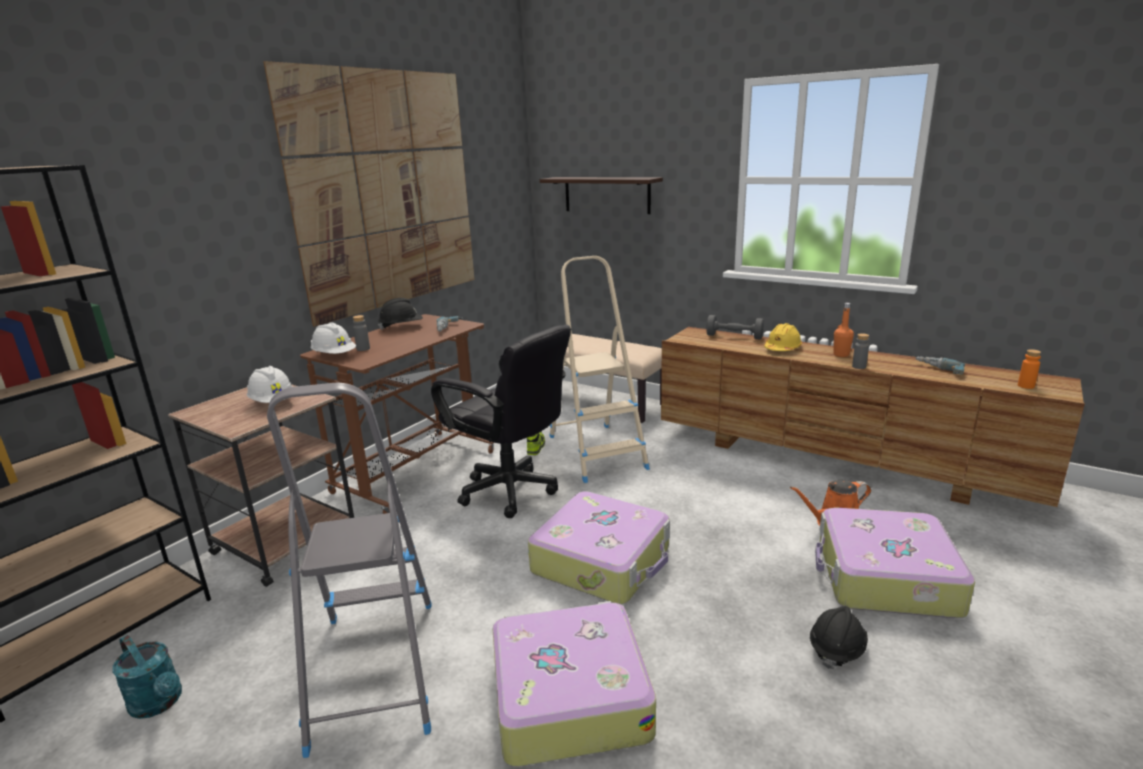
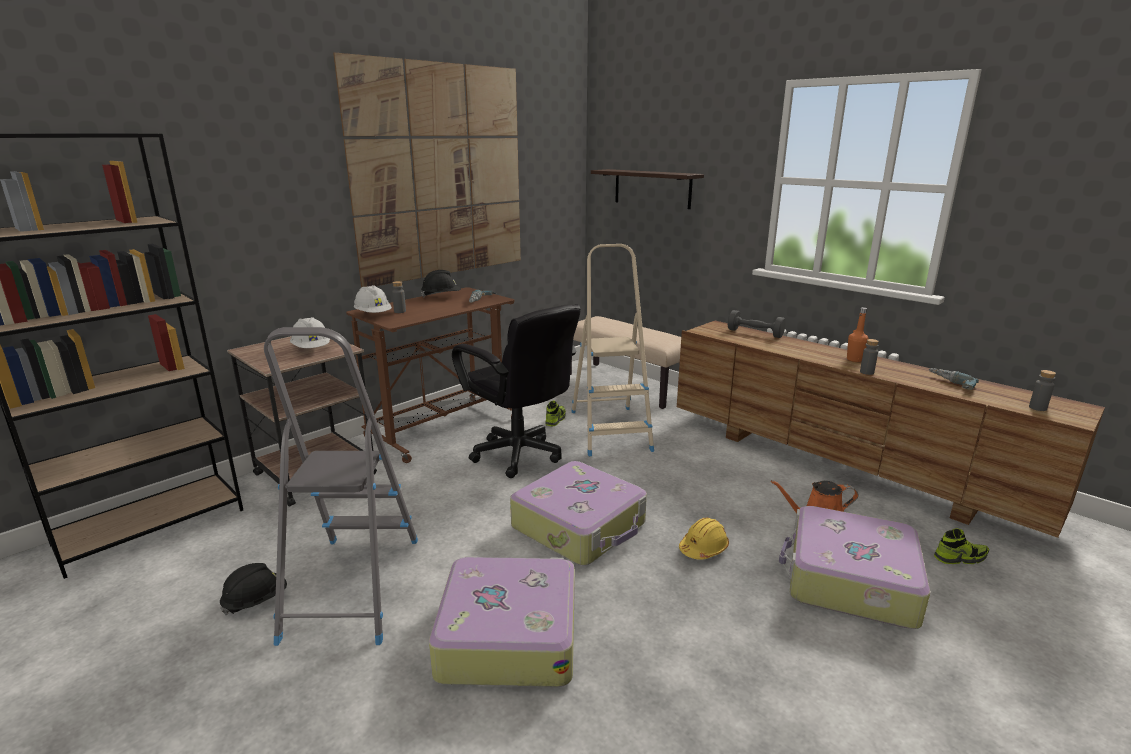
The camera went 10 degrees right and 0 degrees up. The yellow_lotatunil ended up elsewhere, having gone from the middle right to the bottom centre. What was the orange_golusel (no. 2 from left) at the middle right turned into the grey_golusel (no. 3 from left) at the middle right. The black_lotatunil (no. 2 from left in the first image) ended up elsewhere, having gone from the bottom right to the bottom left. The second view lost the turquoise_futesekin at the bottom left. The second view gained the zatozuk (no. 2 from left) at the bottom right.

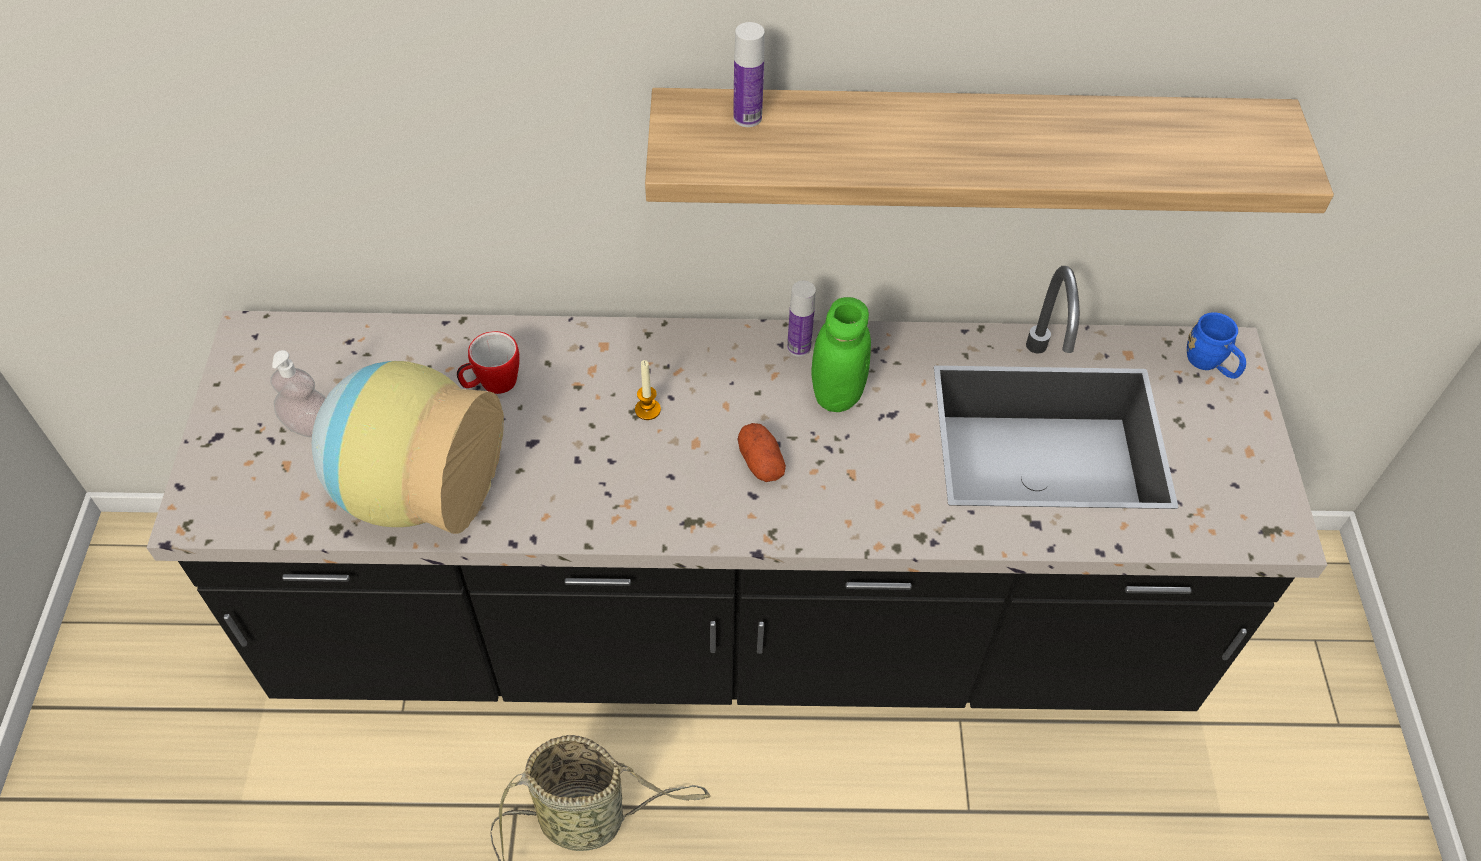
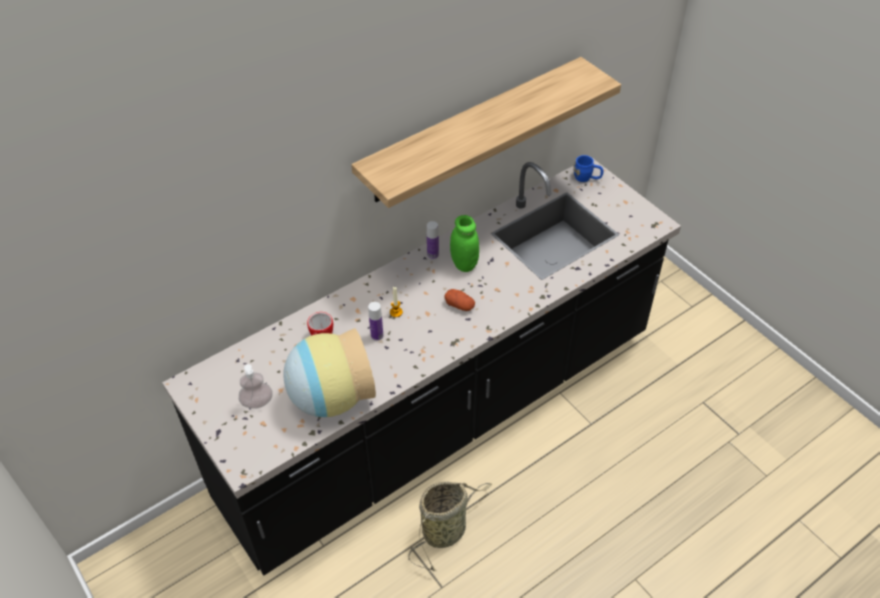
The camera went 35 degrees left and 5 degrees down. The golusel (no. 1 from left) ended up elsewhere, having gone from the top centre to the centre.

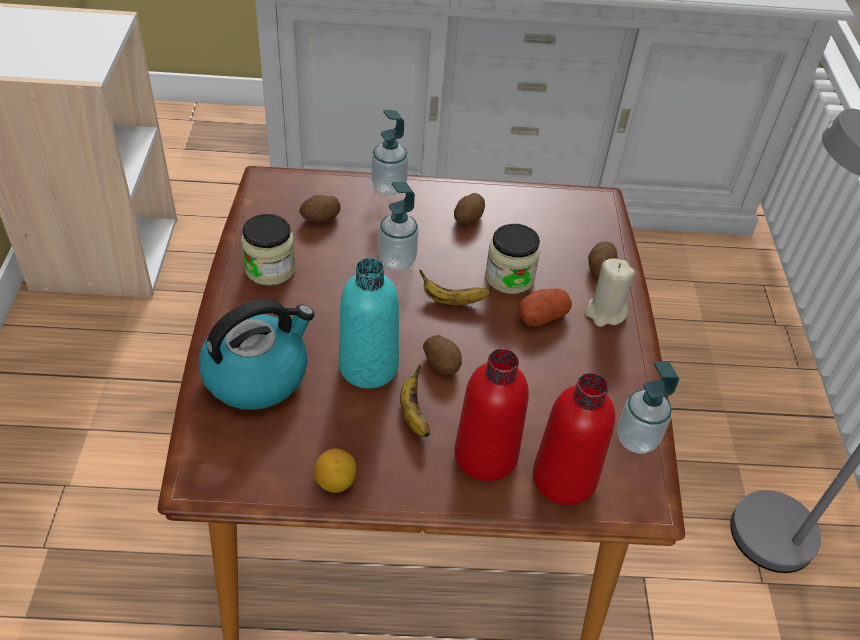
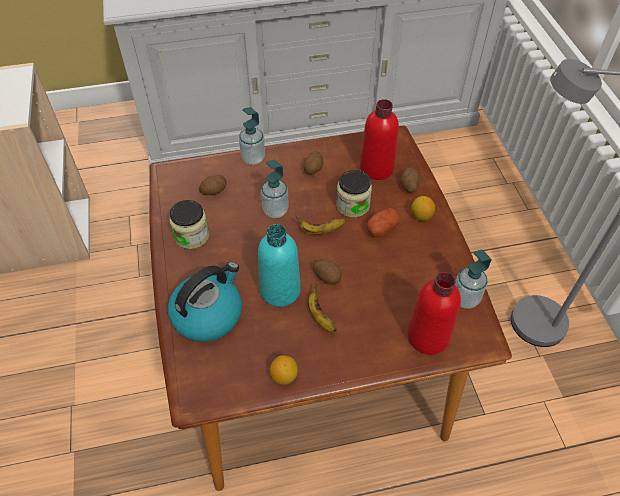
The camera went 10 degrees left and 5 degrees up. Where the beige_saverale stood at the middle right, the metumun (no. 2 from left) came to stand at the middle right. The red_golusel (no. 1 from left) ended up elsewhere, having gone from the centre to the top centre.

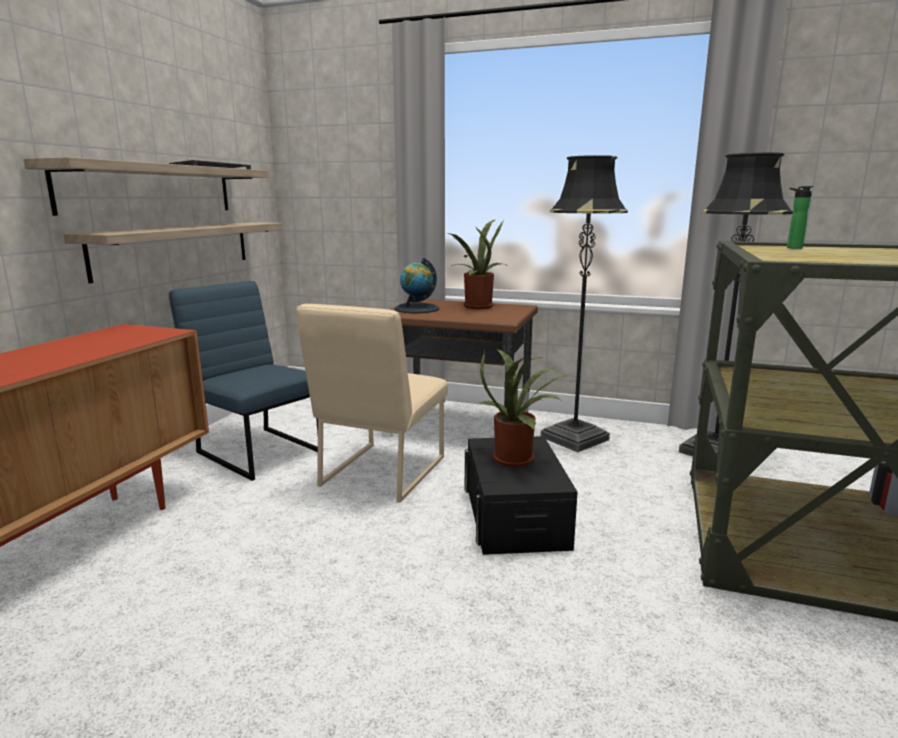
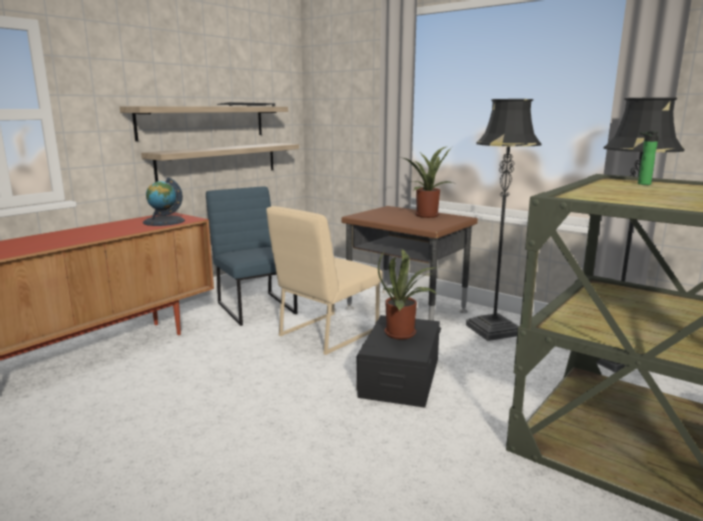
The camera went 20 degrees right and 0 degrees up. The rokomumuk ended up elsewhere, having gone from the centre to the middle left.

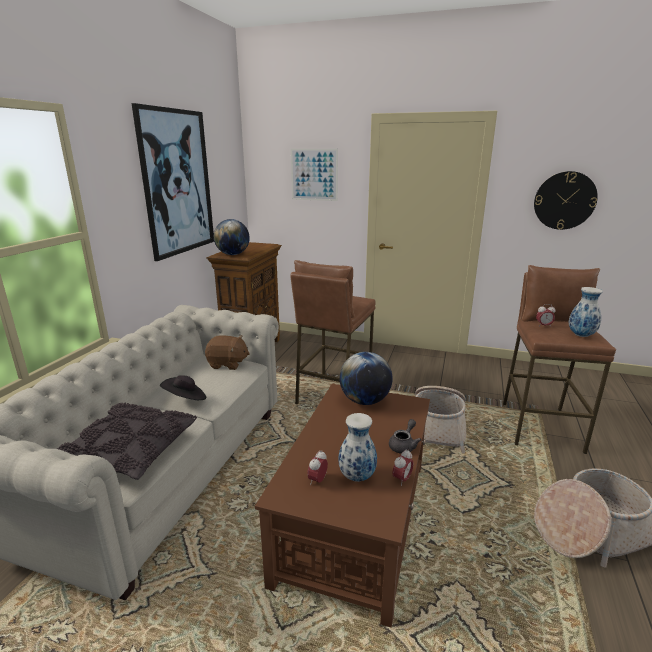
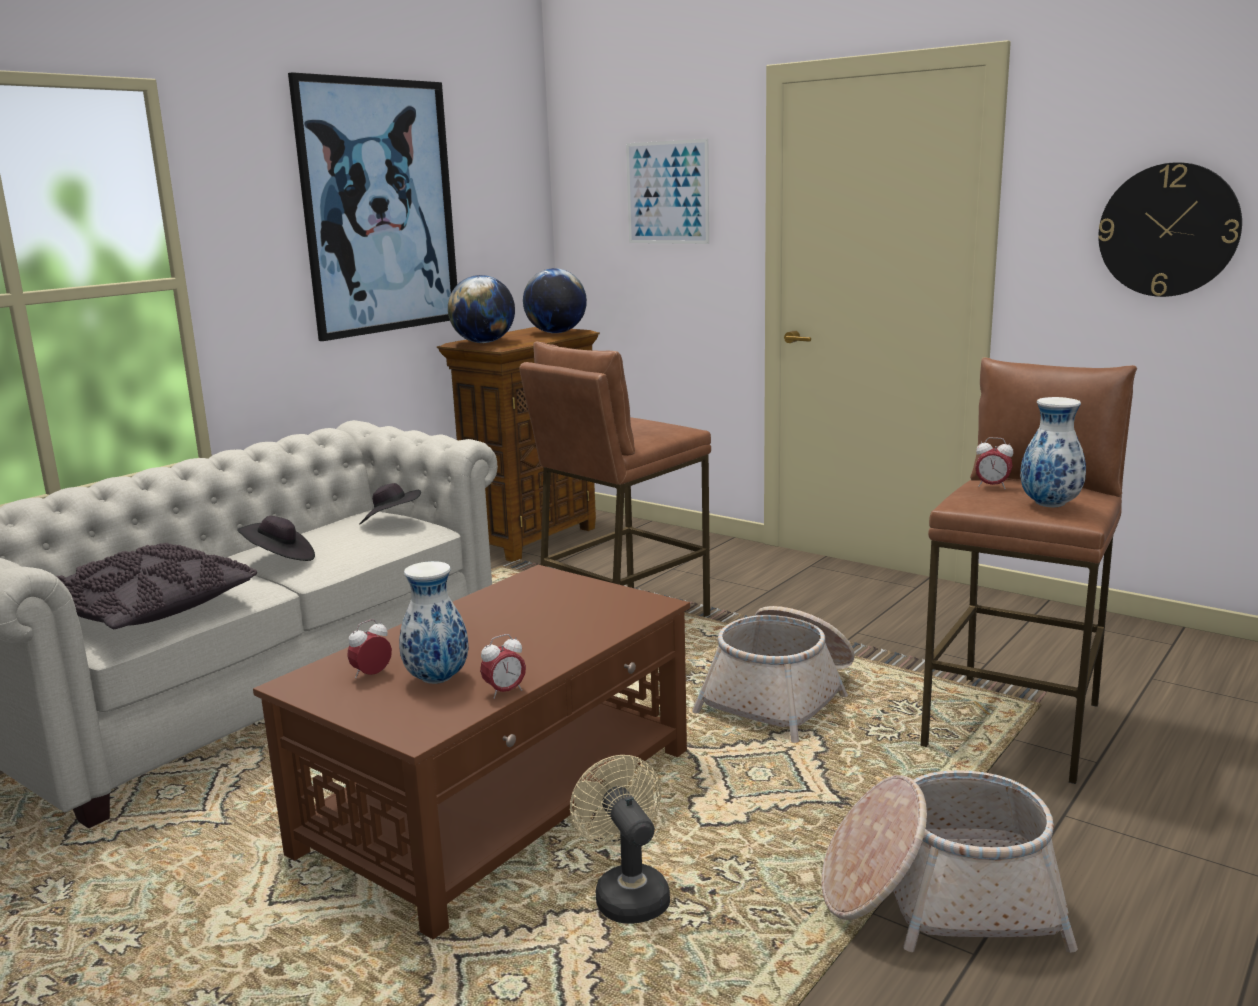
The camera went 20 degrees right and 5 degrees down. Where the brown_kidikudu stood at the centre, the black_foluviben (no. 2 from left) came to stand at the middle left. The rokomumuk (no. 2 from left) ended up elsewhere, having gone from the centre to the top centre. The second view lost the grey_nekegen at the bottom centre. The second view gained the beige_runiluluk at the bottom centre.

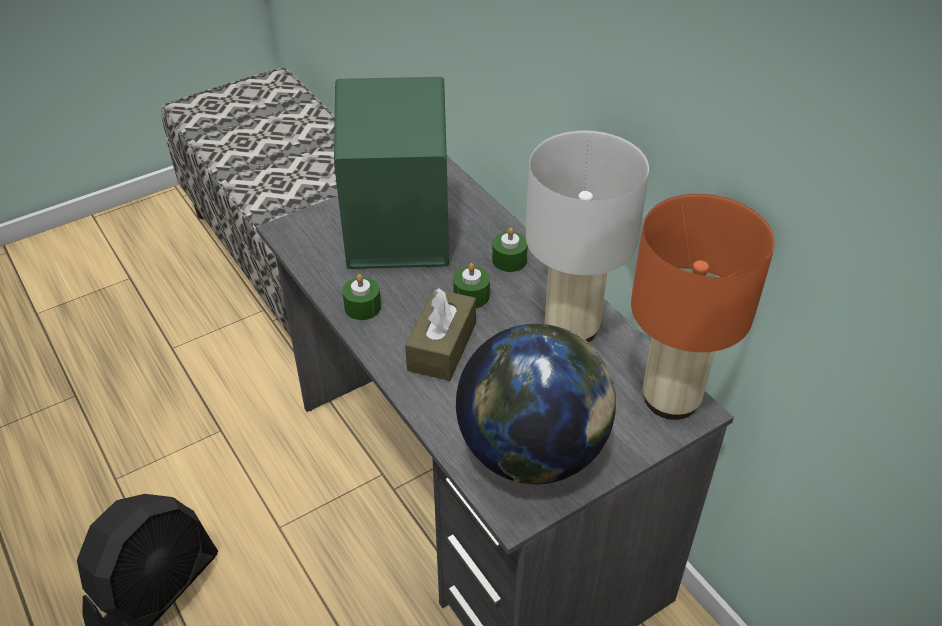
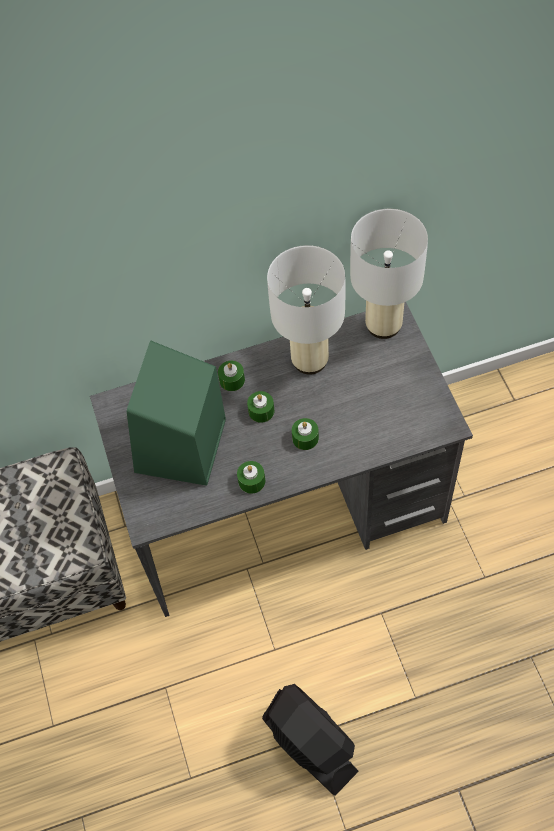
The camera went 70 degrees left and 15 degrees up. What was the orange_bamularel at the middle right turned into the white_bamularel (no. 2 from left) at the top right. Where the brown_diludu stood at the centre, the green_saverale (no. 4 from left) came to stand at the centre. The second view lost the rokomumuk at the centre.

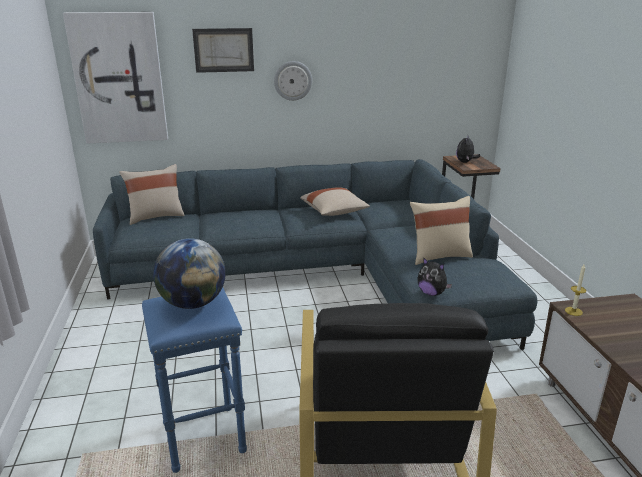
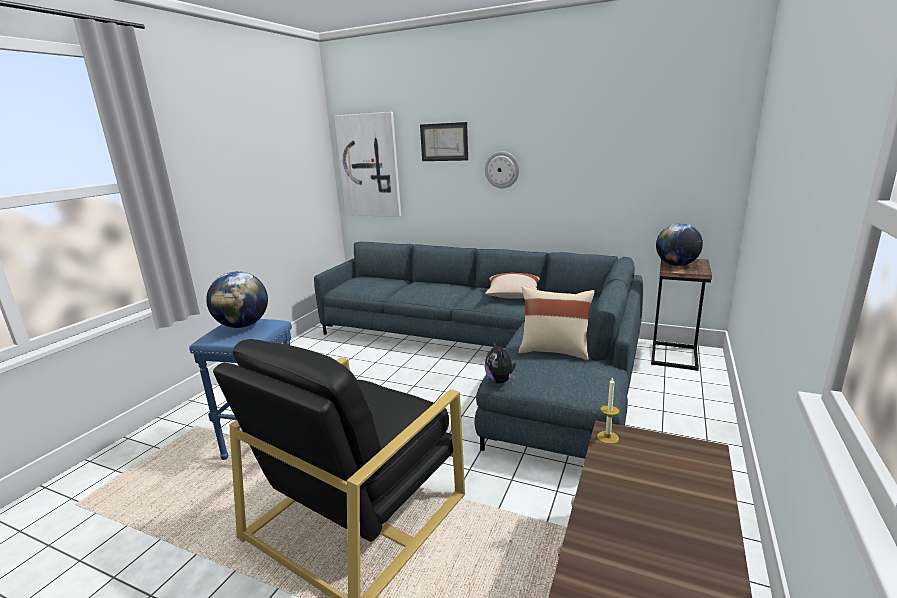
The camera went 35 degrees right and 5 degrees down. Where the kidikudu (no. 2 from left) stood at the top right, the rokomumuk (no. 2 from left) came to stand at the middle right. The second view lost the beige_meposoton (no. 1 from left) at the middle left.

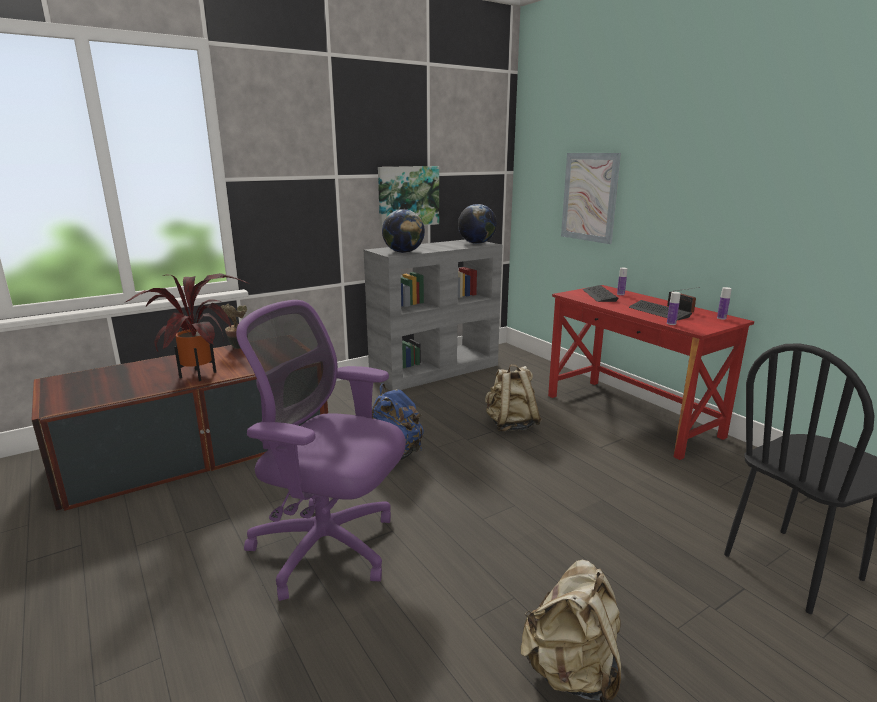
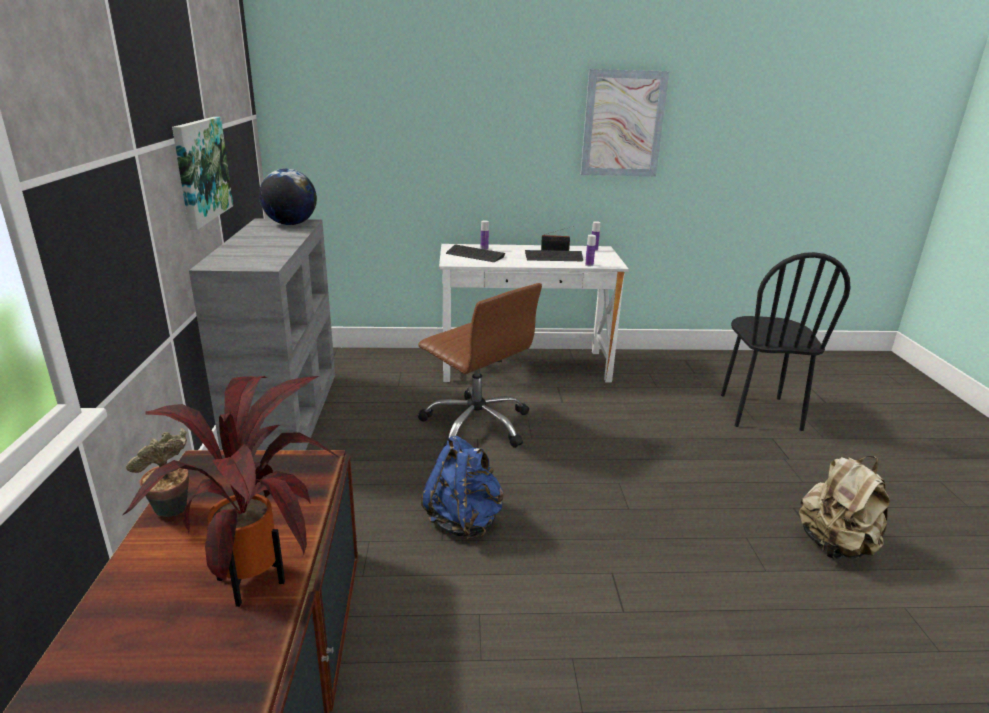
The camera went 60 degrees left and 5 degrees up. The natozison (no. 2 from left) ended up elsewhere, having gone from the top right to the top centre. The second view lost the rokomumuk (no. 1 from left) at the top centre. What was the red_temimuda at the middle right turned into the white_temimuda at the centre. The second view lost the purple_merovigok at the centre. Where the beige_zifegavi (no. 1 from left) stood at the centre, the brown_merovigok came to stand at the centre.

